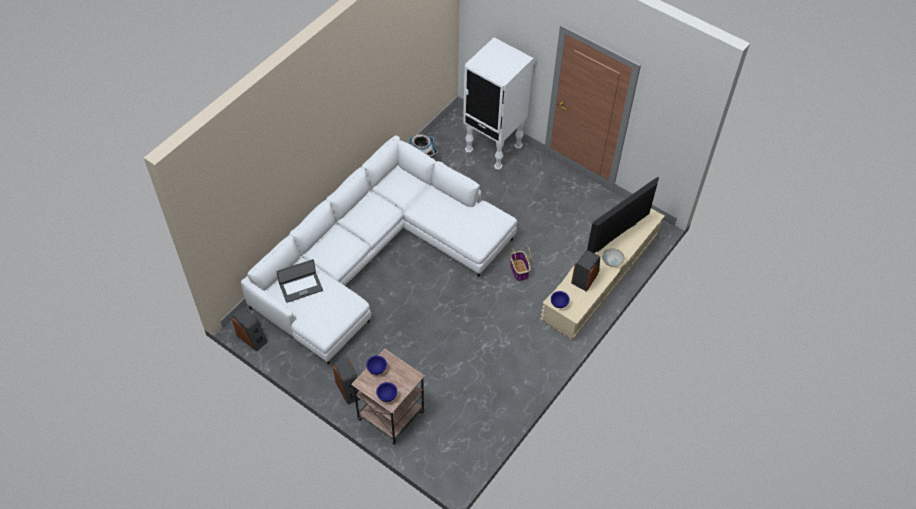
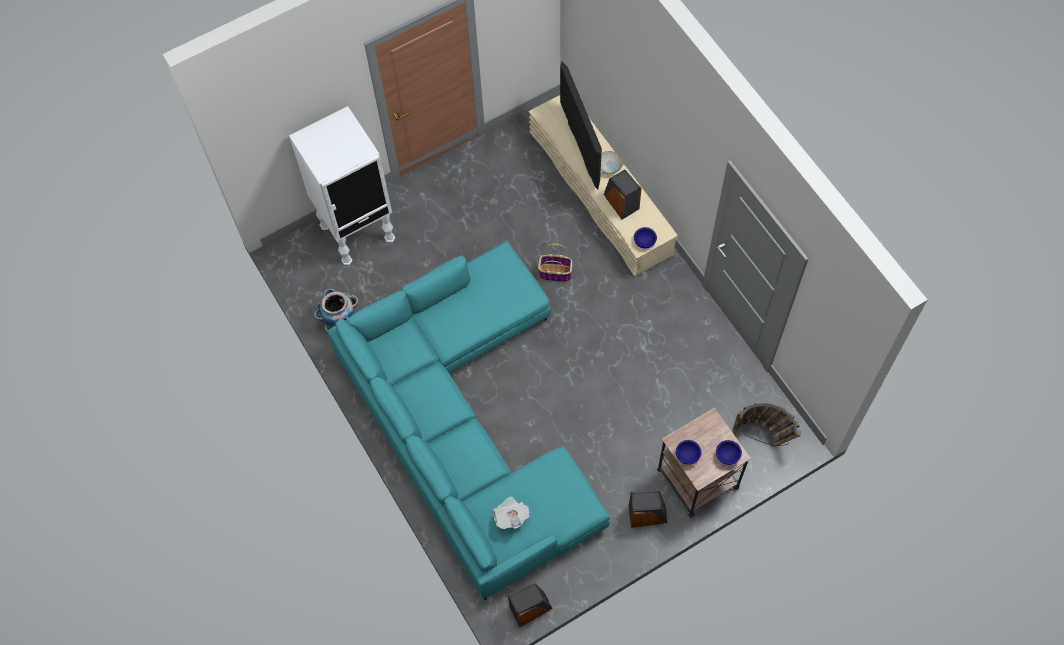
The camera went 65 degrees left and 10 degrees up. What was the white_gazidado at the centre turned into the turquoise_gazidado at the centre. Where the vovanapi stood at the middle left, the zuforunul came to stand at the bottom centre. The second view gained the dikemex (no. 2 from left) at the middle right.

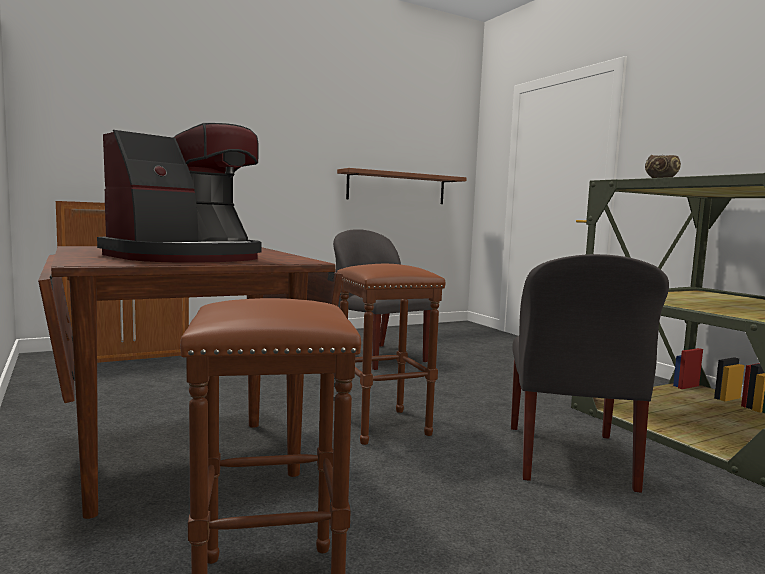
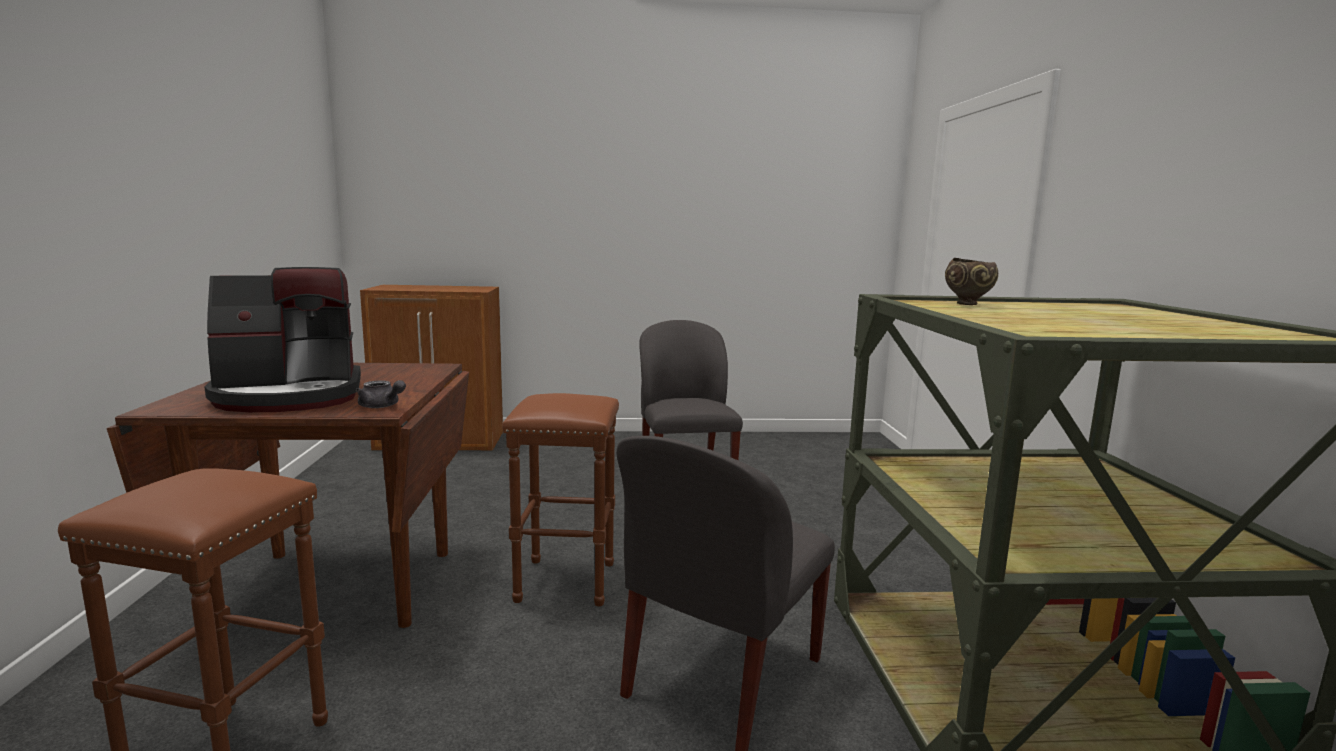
The camera went 25 degrees right and 5 degrees up. The second view lost the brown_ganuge at the top centre. The second view gained the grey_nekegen at the middle left.

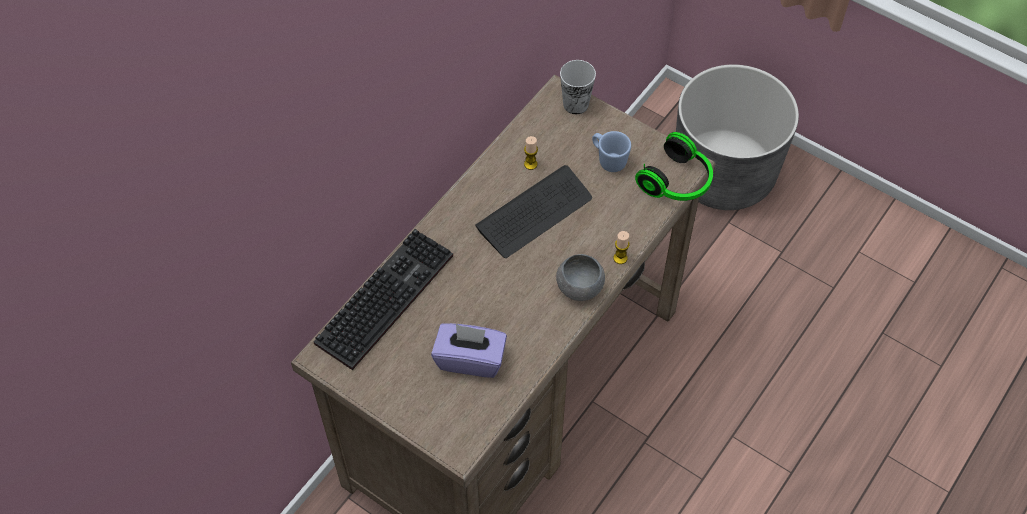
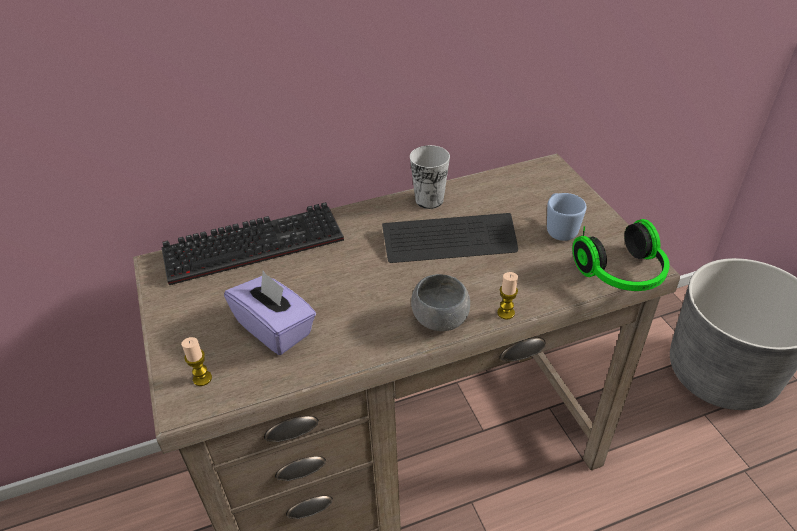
The camera went 35 degrees right and 15 degrees down. The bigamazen ended up elsewhere, having gone from the top centre to the centre. The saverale (no. 1 from left) ended up elsewhere, having gone from the top centre to the bottom left.

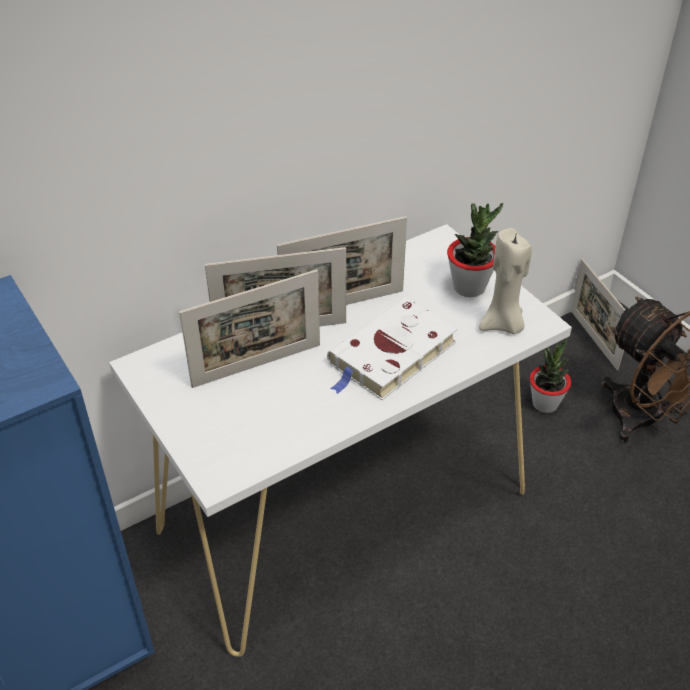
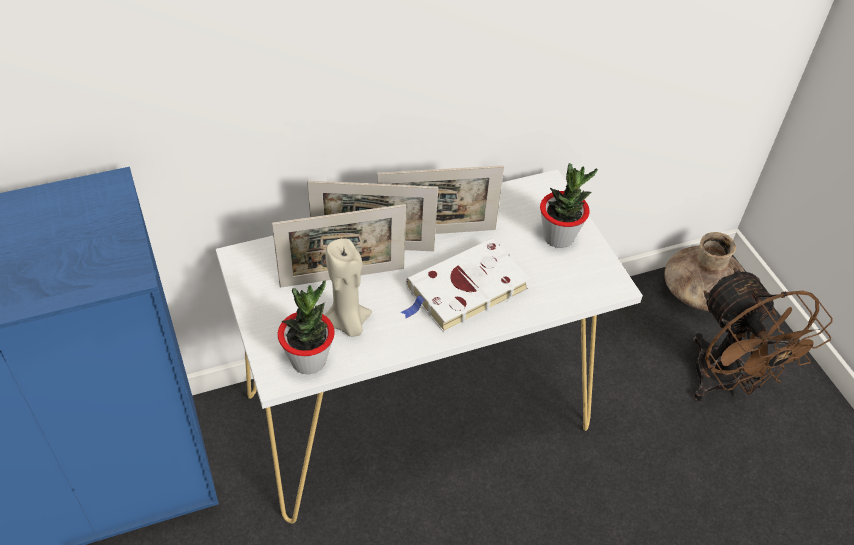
The camera went 10 degrees right and 5 degrees up. The beige_saverale ended up elsewhere, having gone from the middle right to the centre. Where the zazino (no. 4 from left) stood at the middle right, the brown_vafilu came to stand at the middle right. The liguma (no. 2 from left in the first image) ended up elsewhere, having gone from the middle right to the centre.

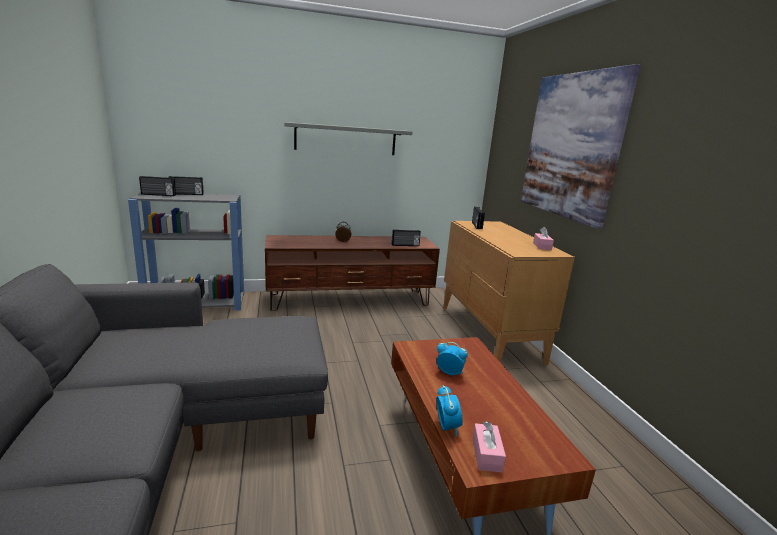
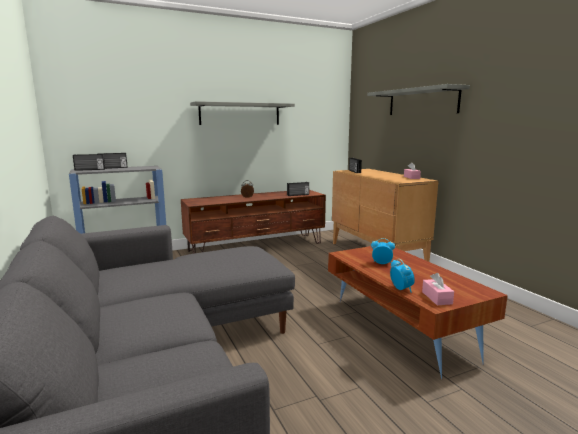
The camera went 10 degrees left and 5 degrees down. Where the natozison hung at the top right, the grey_ganuge (no. 2 from left) came to hang at the top right.

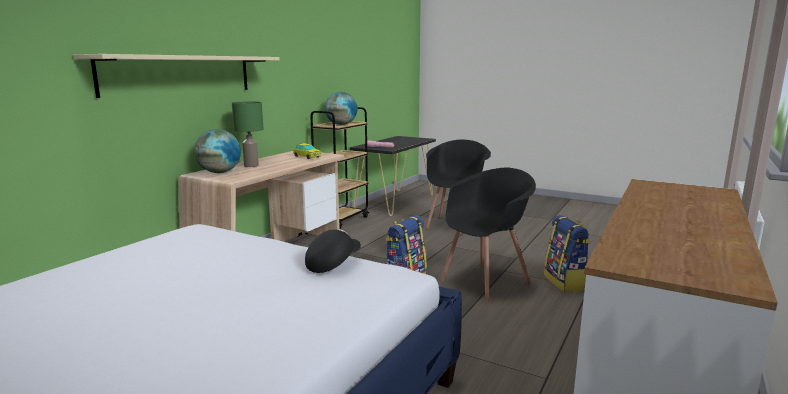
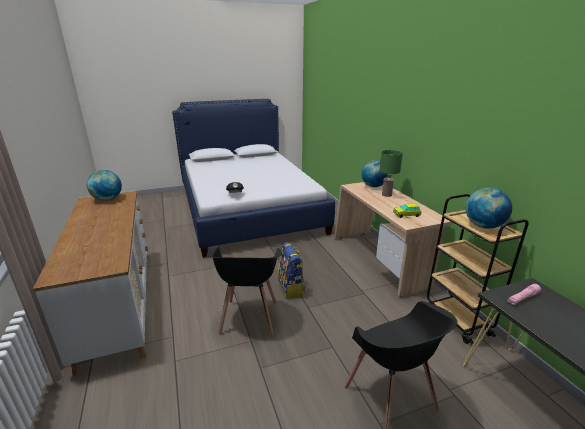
The camera went 130 degrees right and 10 degrees up. The second view lost the beige_ganuge at the top left. The second view lost the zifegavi (no. 2 from left) at the middle right. The second view gained the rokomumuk (no. 1 from left) at the middle left.

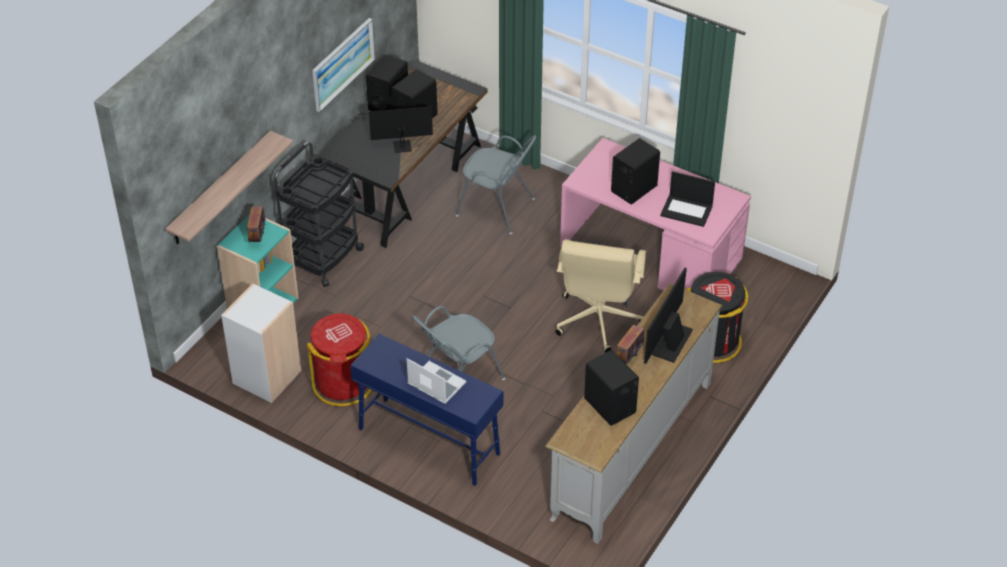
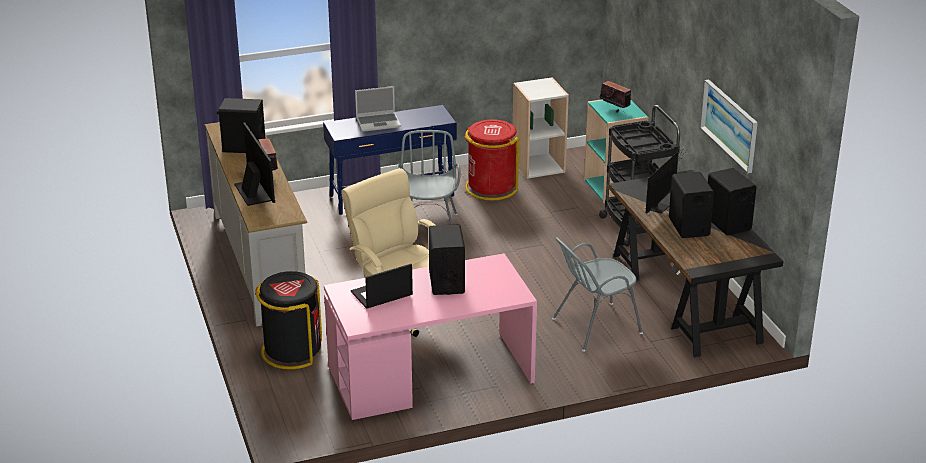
The camera went 130 degrees right and 15 degrees down. The second view lost the ganuge at the top left.

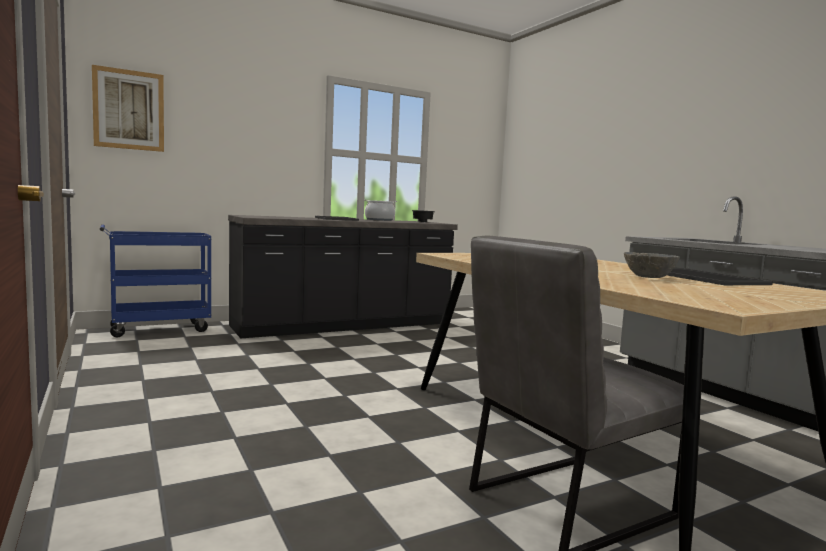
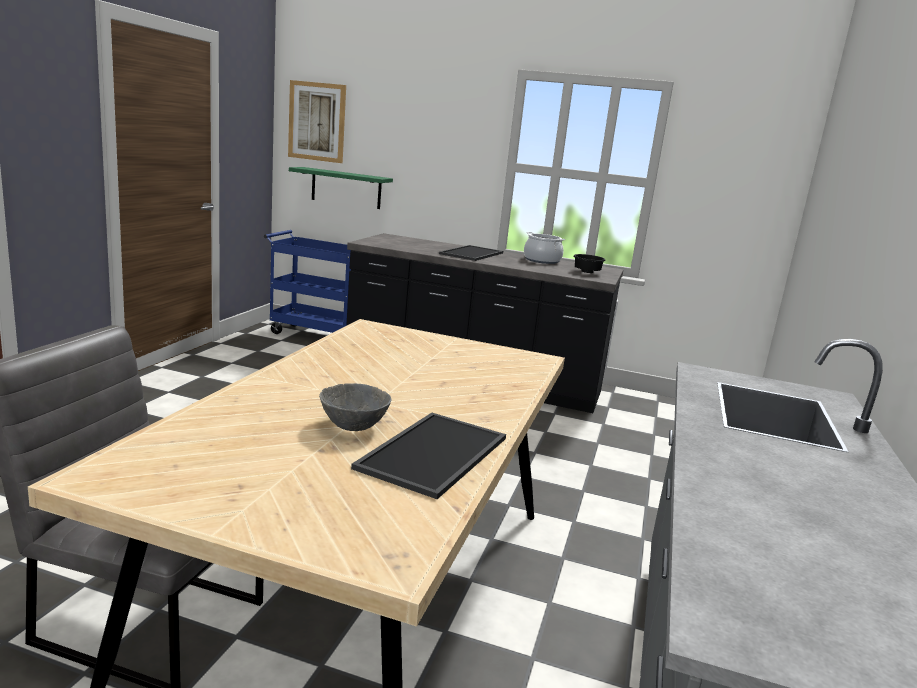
The camera went 45 degrees right and 10 degrees up. The second view gained the green_ganuge at the top centre.

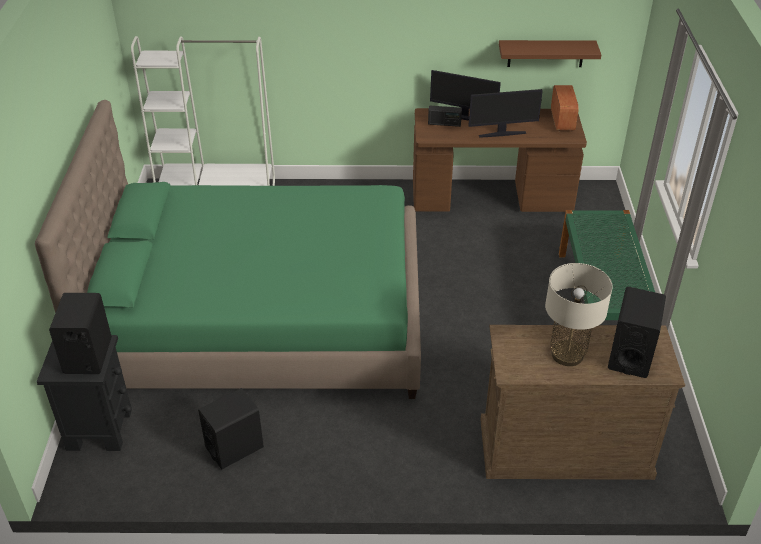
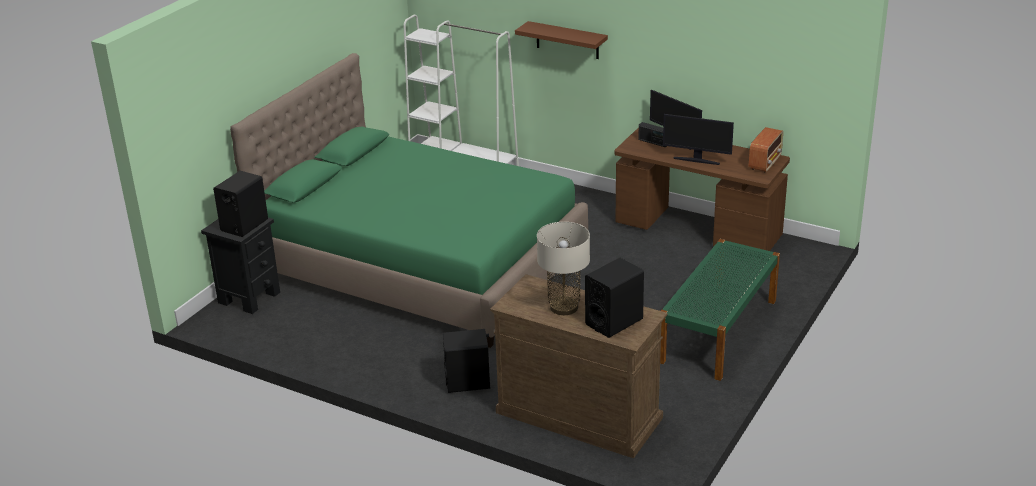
The camera went 30 degrees right and 10 degrees down. The brown_ganuge ended up elsewhere, having gone from the top right to the top centre. The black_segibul (no. 2 from left) ended up elsewhere, having gone from the bottom left to the bottom centre.

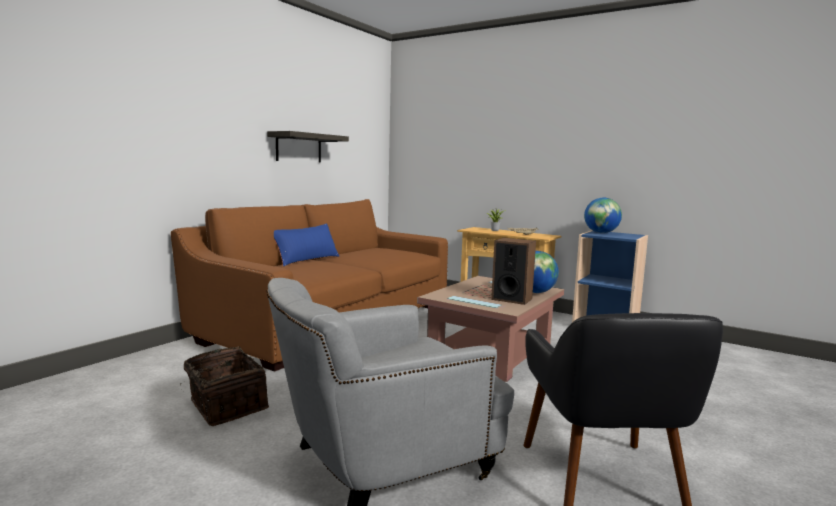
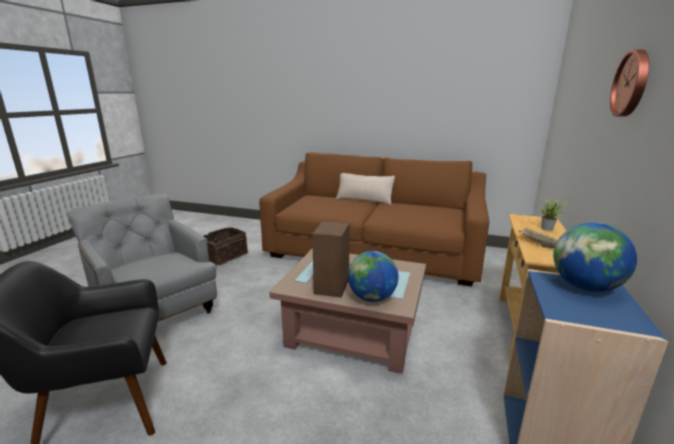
The camera went 75 degrees right and 10 degrees up. The second view lost the ganuge at the top centre. What was the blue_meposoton at the centre turned into the beige_meposoton at the centre. The second view gained the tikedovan at the top right.

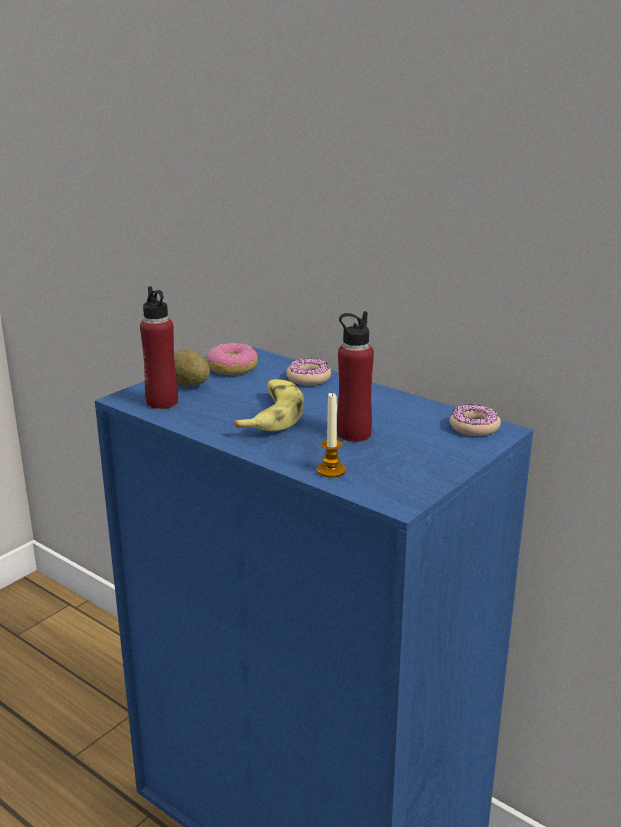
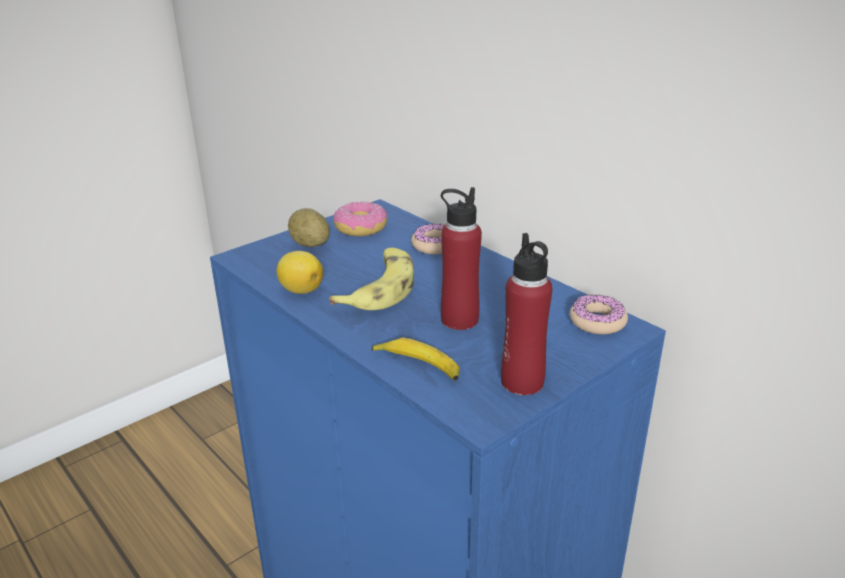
The camera went 10 degrees right and 5 degrees up. The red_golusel (no. 1 from left in the first image) ended up elsewhere, having gone from the middle left to the centre. Where the saverale stood at the centre, the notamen (no. 2 from left) came to stand at the centre. The second view gained the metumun at the centre.

